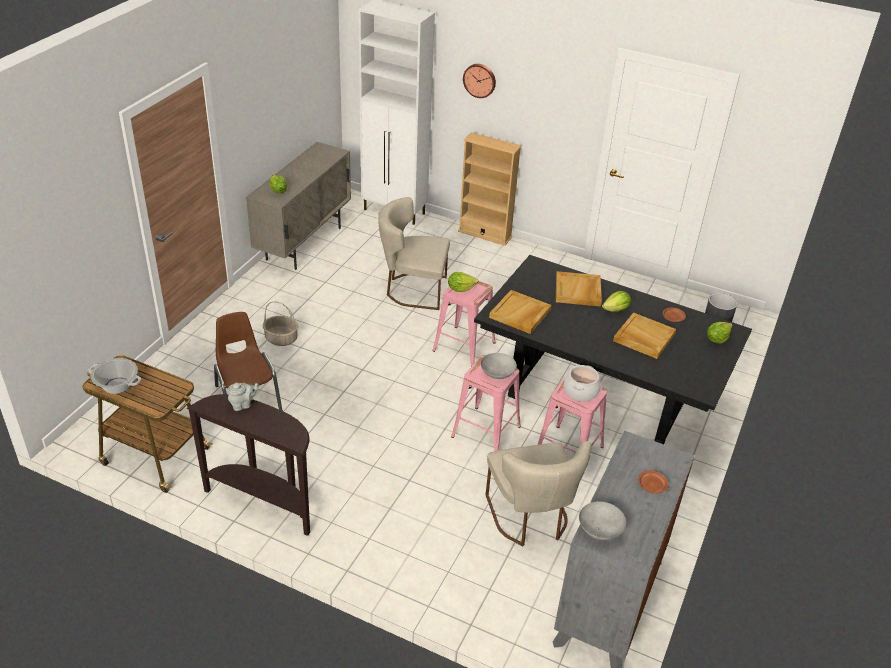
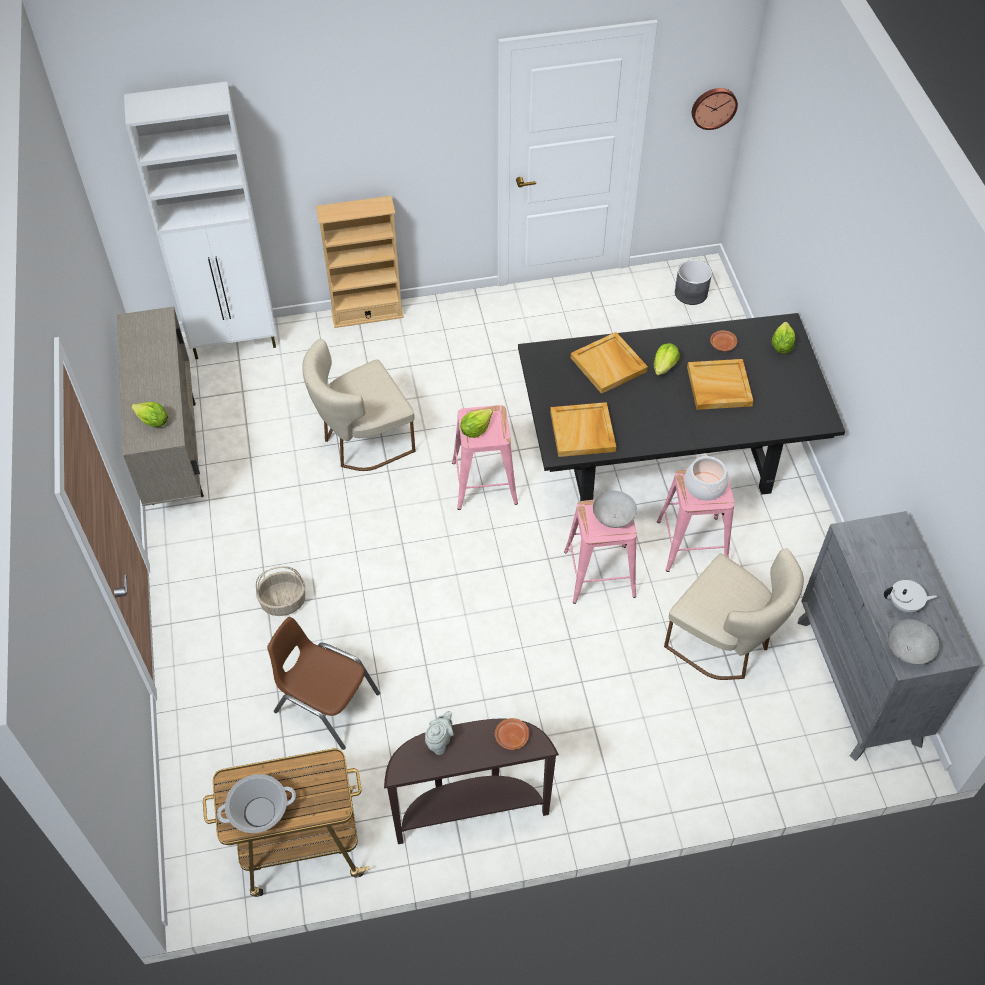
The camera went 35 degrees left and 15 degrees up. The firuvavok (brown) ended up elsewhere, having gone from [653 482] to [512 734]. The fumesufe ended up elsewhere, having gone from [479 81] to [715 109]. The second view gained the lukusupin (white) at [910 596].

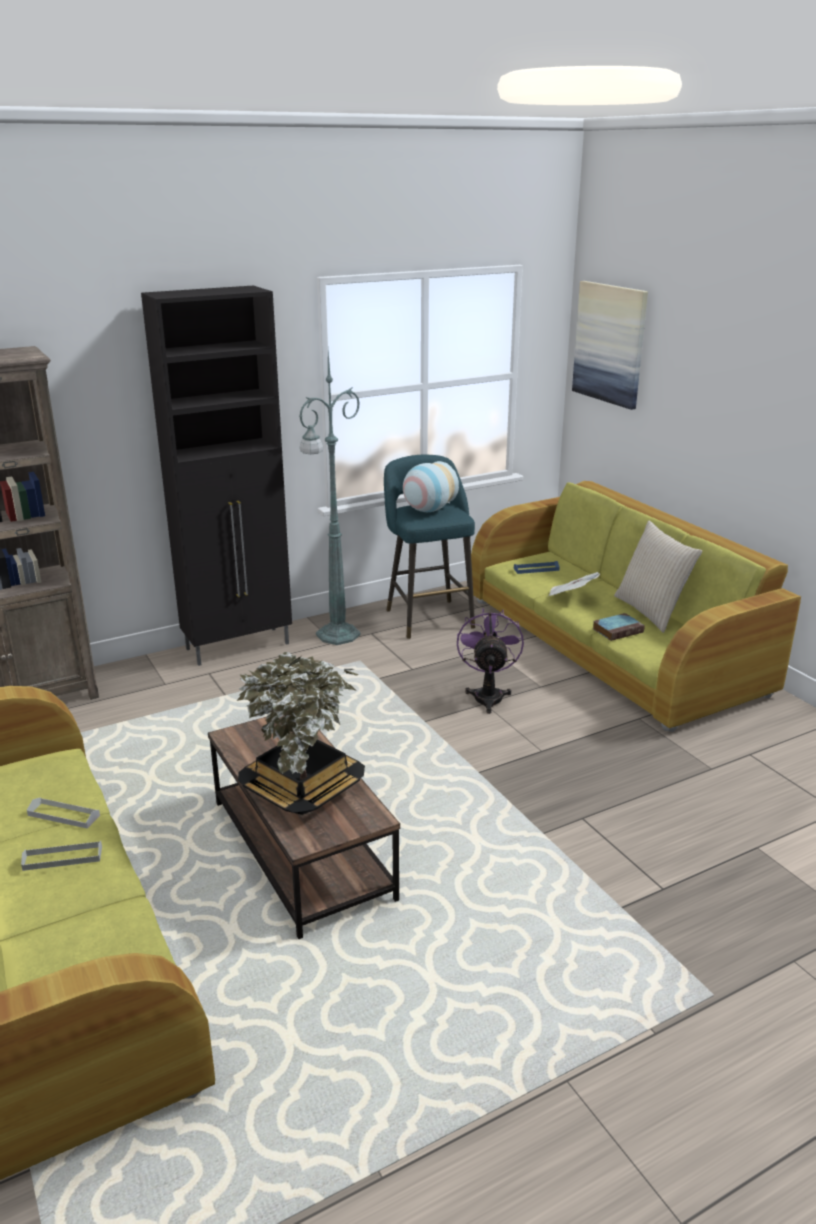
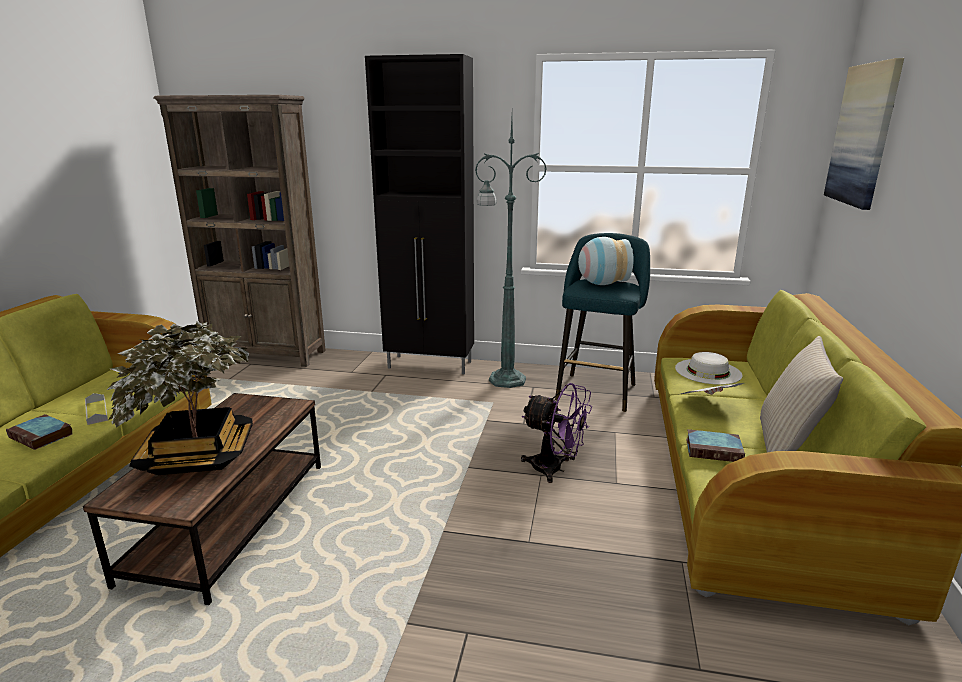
The camera went 40 degrees right and 5 degrees down. Where the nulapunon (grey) stood at [61 856], the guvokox came to stand at [39 432]. The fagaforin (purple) at [490 661] ended up facing another way, 75 degrees clockwise from before. Where the nulapunon (blue) stood at [537 567], the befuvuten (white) came to stand at [709 368].

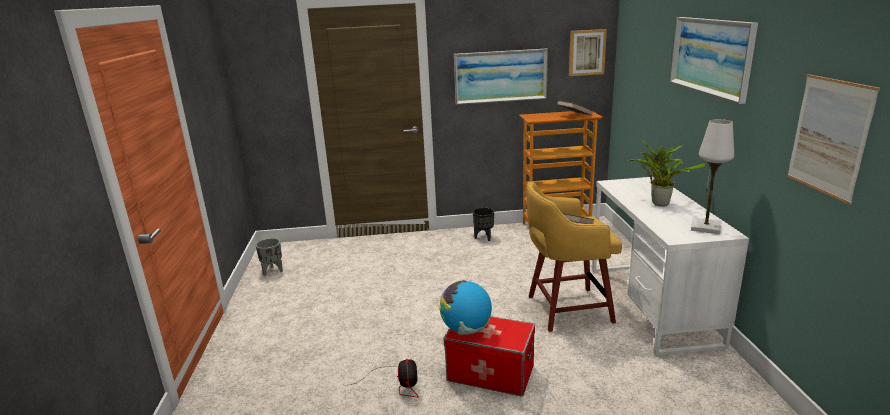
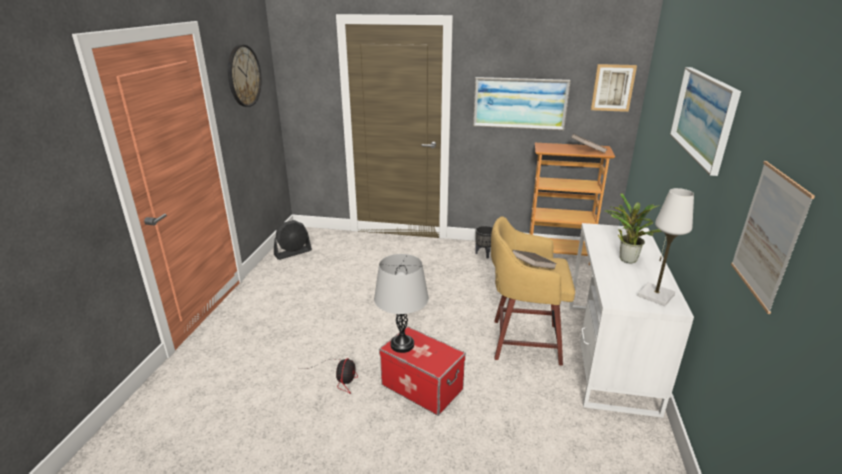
The camera went 15 degrees right and 5 degrees up. The second view gained the fumesufe at [245 75]. Where the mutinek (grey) stood at [269 257], the fagaforin (black) came to stand at [293 240]. Where the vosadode stood at [465 307], the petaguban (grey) came to stand at [401 303].

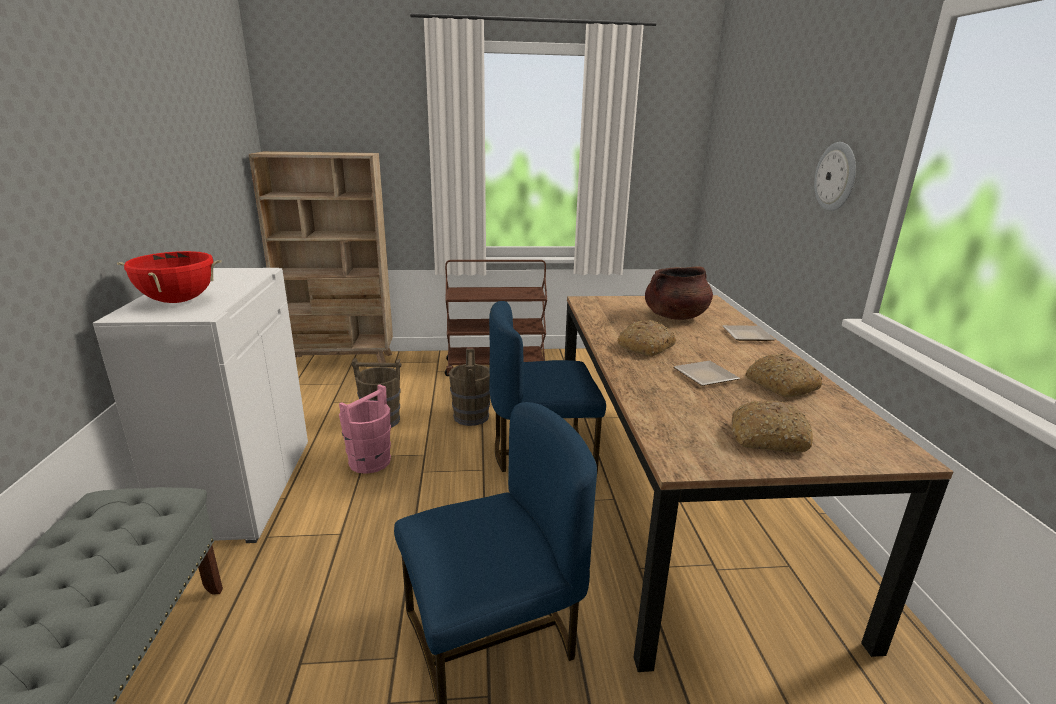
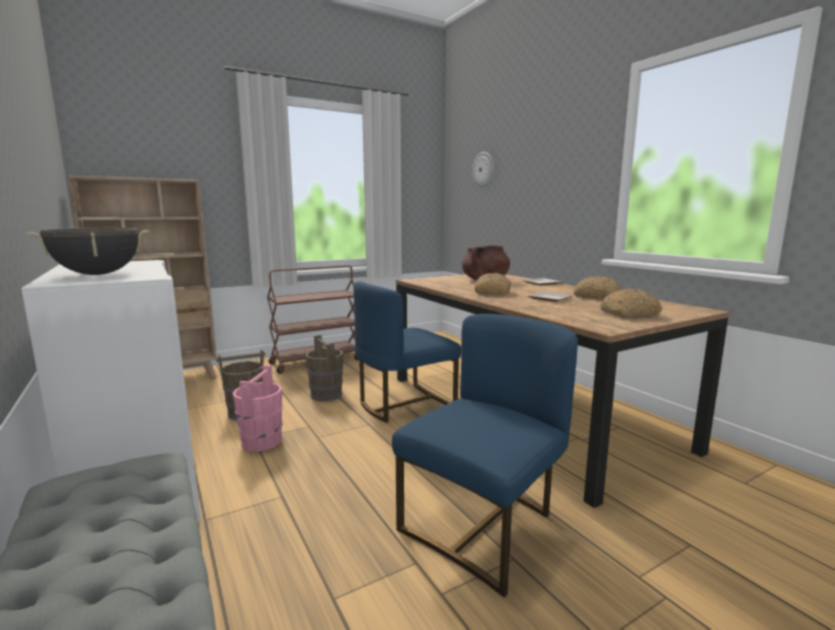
The camera went 25 degrees left and 10 degrees down. What was the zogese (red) at [169 277] turned into the zogese (black) at [87 251]. The fumesufe ended up elsewhere, having gone from [835 176] to [483 169].

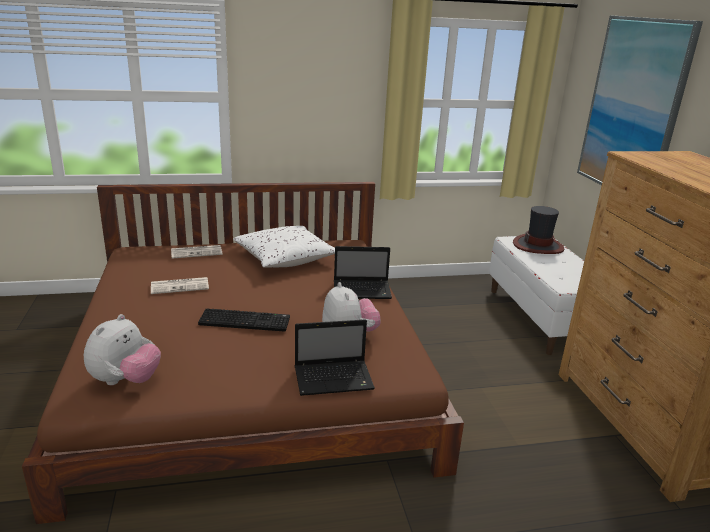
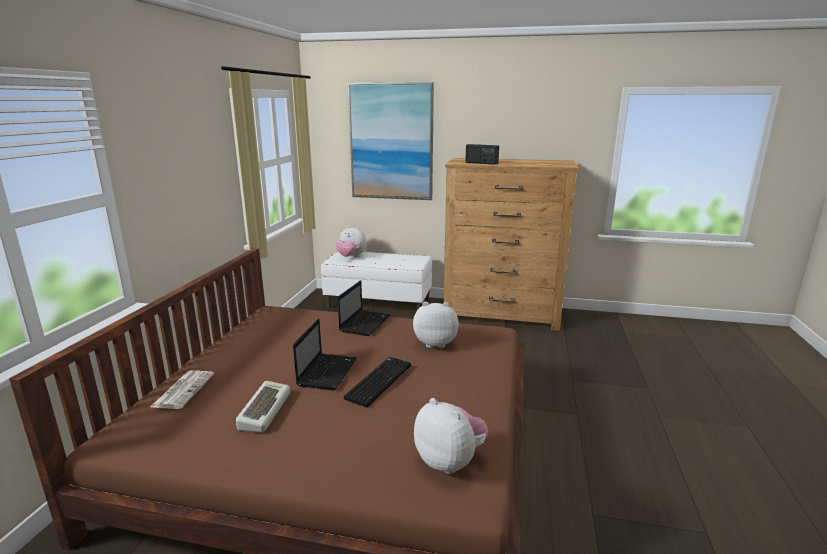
The camera went 65 degrees left and 5 degrees down. Where the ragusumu stood at [180 285], the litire came to stand at [263 406]. The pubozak ended up elsewhere, having gone from [335 357] to [325 354]. Where the befuvuten stood at [538 230], the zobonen came to stand at [351 241]. The second view gained the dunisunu at [482 154]. The second view lost the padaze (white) at [284 247].

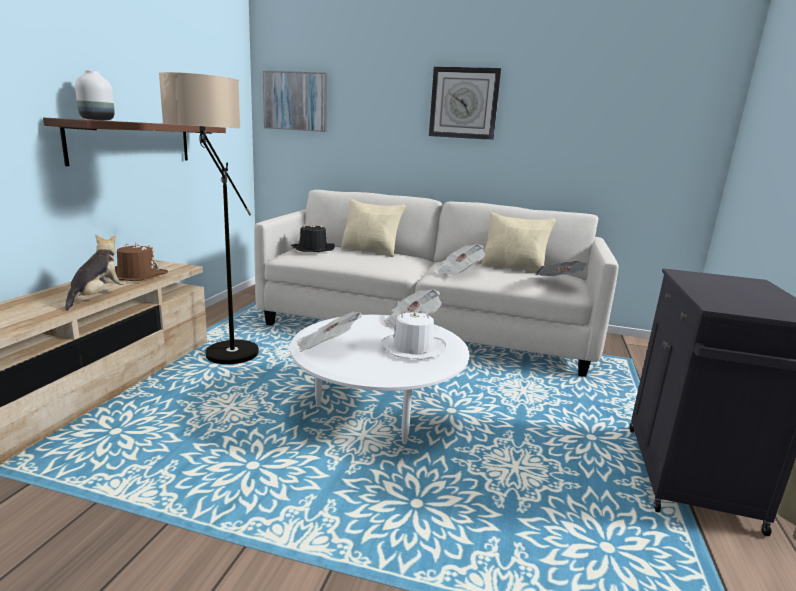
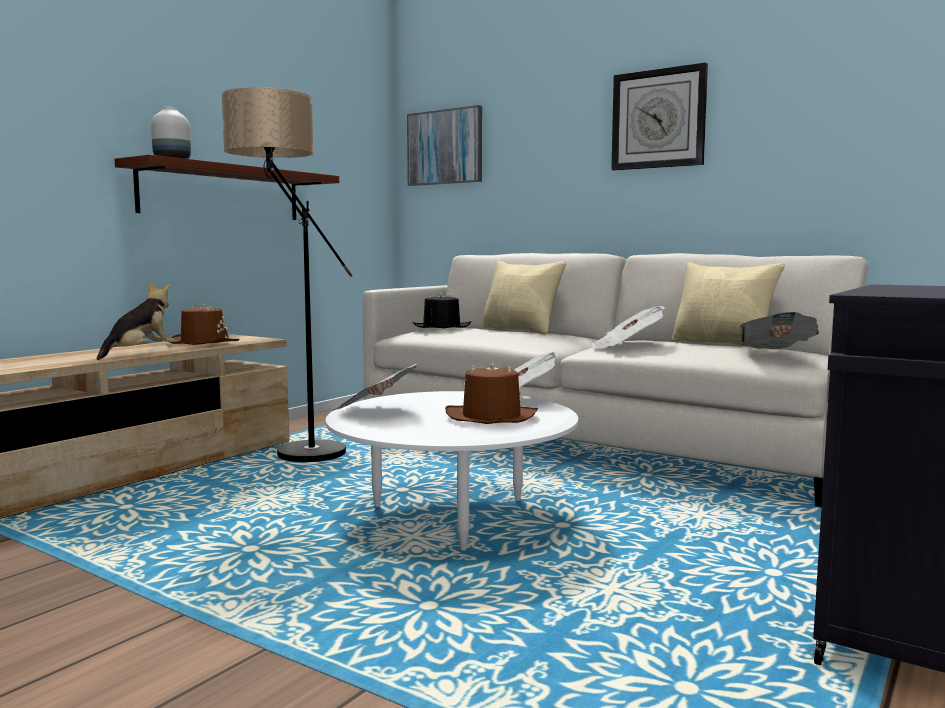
The camera went 20 degrees right and 10 degrees down. What was the befuvuten (white) at [413 335] turned into the befuvuten (brown) at [491 392].

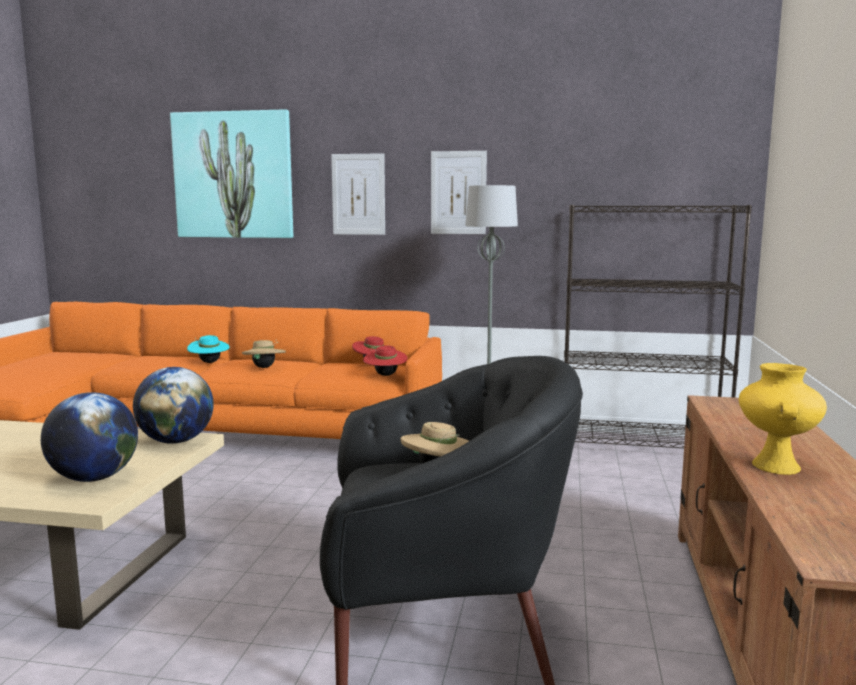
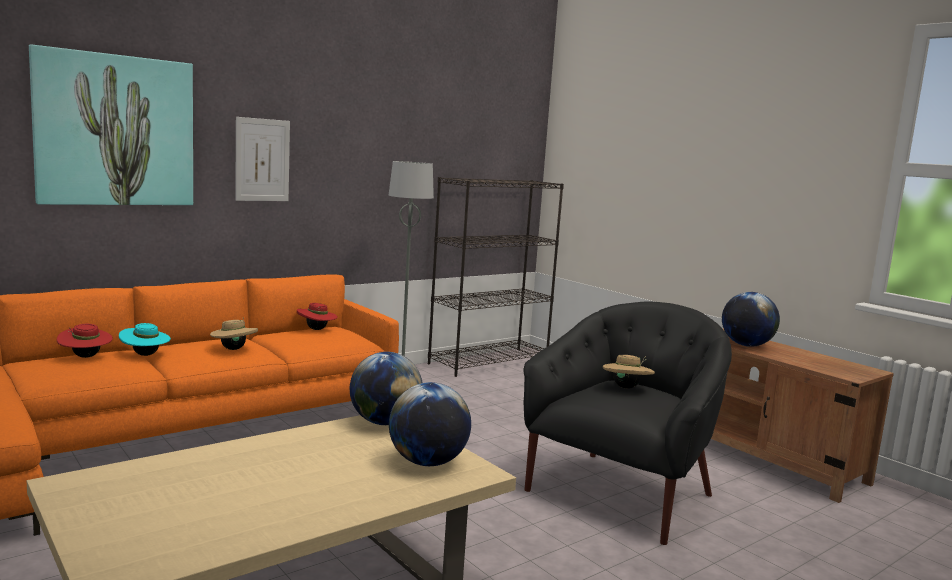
The camera went 50 degrees left and 0 degrees up. The befuvuten (red) ended up elsewhere, having gone from [385 360] to [85 340]. Where the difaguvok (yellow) stood at [783 419], the vosadode came to stand at [751 319]. The second view lost the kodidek at [459 192].

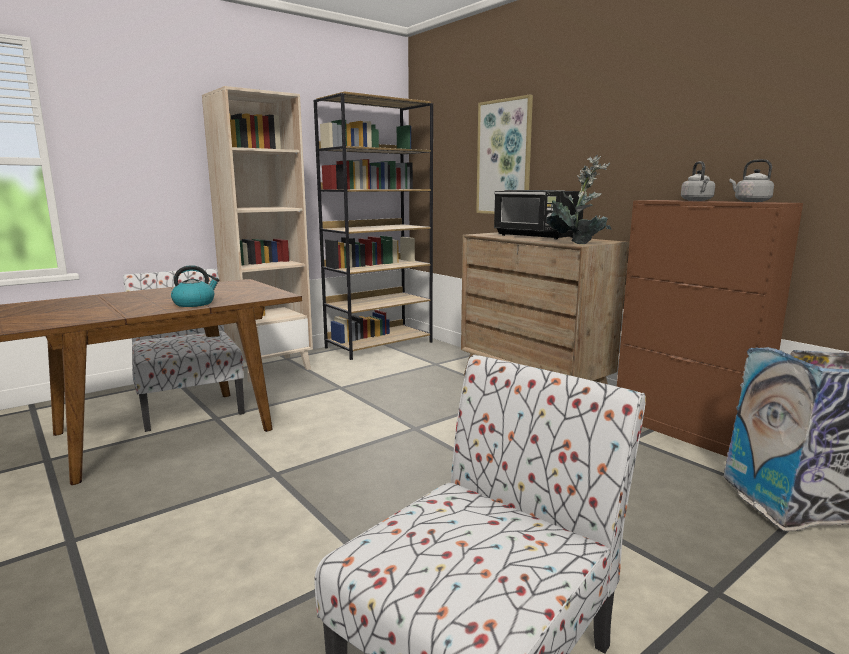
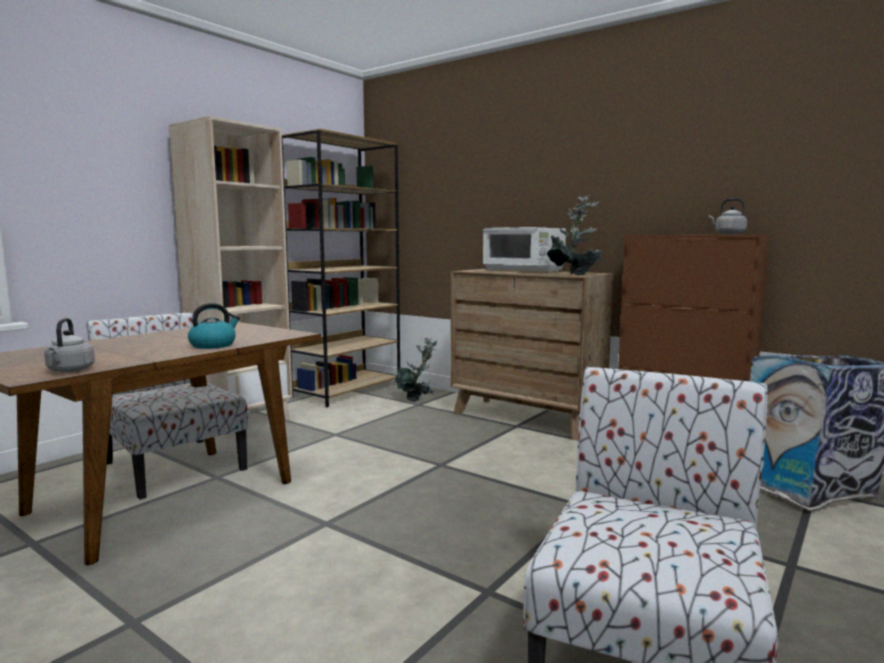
The camera went 15 degrees left and 5 degrees down. The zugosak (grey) ended up elsewhere, having gone from [698 181] to [69 345]. The second view gained the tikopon at [416 370]. What was the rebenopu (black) at [538 215] turned into the rebenopu (white) at [524 250]. The second view lost the kodidek at [504 154].

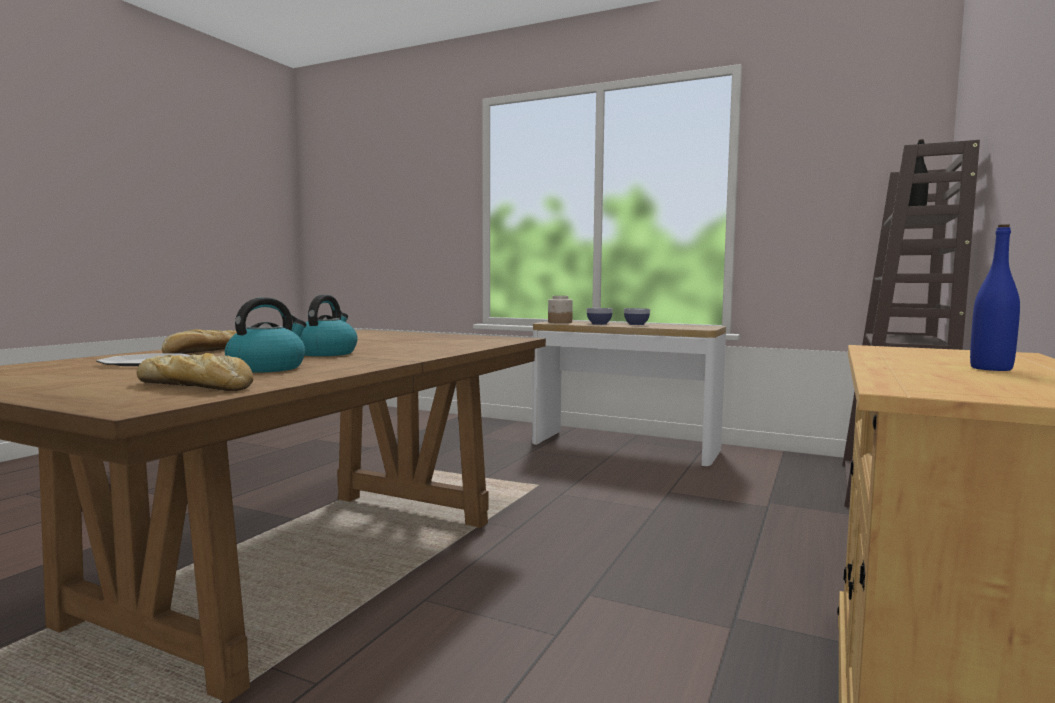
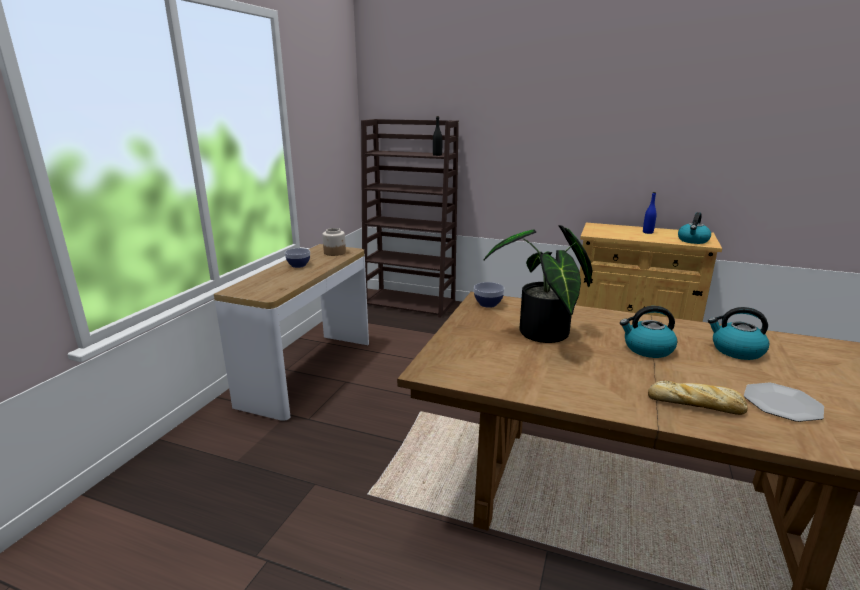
The camera went 95 degrees left and 15 degrees up. The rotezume ended up elsewhere, having gone from [560 309] to [334 242]. The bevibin ended up elsewhere, having gone from [599 316] to [489 295]. The second view gained the tikopon at [538 284]. The second view gained the zugosak at [694 228]. The second view lost the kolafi at [195 372].

